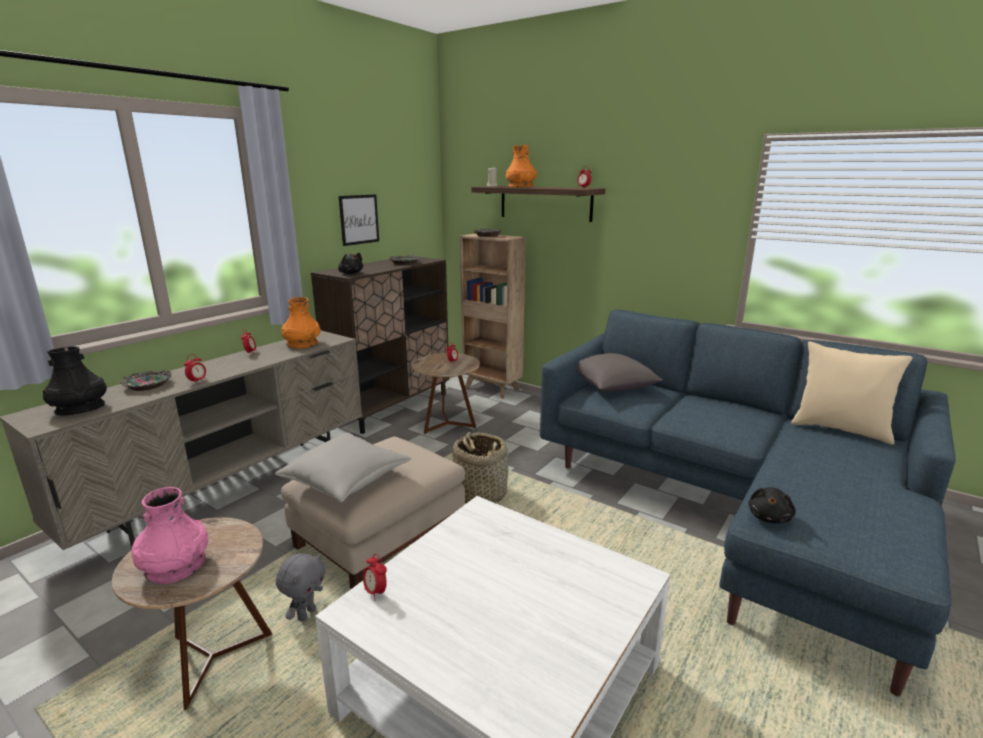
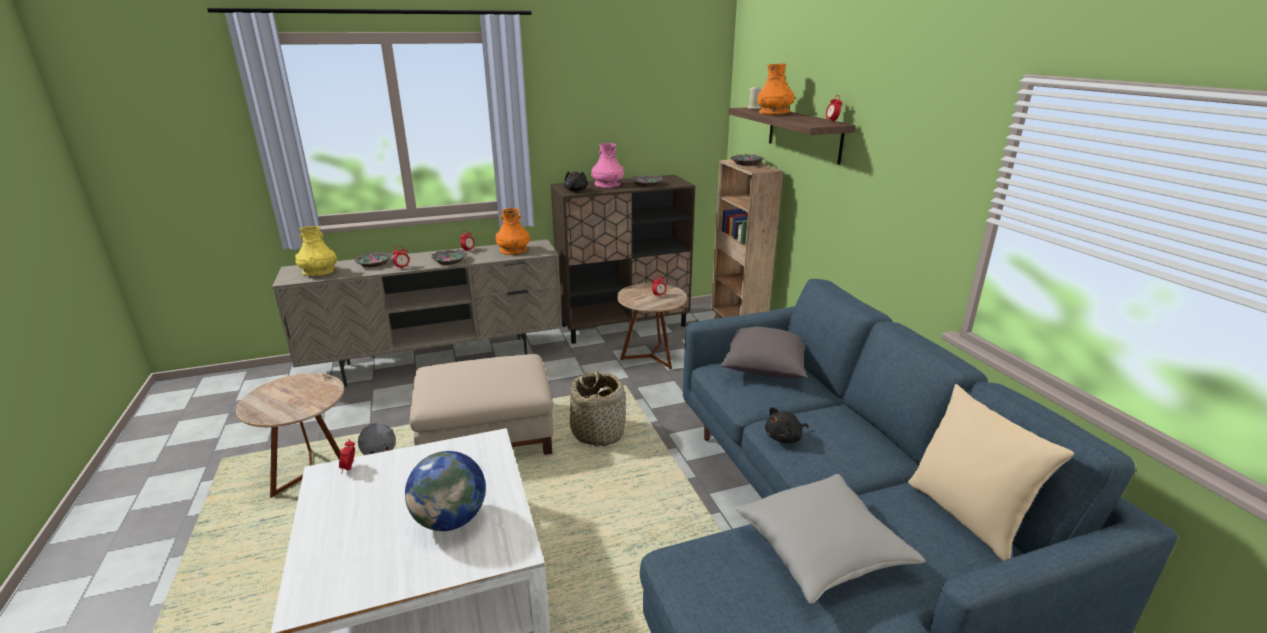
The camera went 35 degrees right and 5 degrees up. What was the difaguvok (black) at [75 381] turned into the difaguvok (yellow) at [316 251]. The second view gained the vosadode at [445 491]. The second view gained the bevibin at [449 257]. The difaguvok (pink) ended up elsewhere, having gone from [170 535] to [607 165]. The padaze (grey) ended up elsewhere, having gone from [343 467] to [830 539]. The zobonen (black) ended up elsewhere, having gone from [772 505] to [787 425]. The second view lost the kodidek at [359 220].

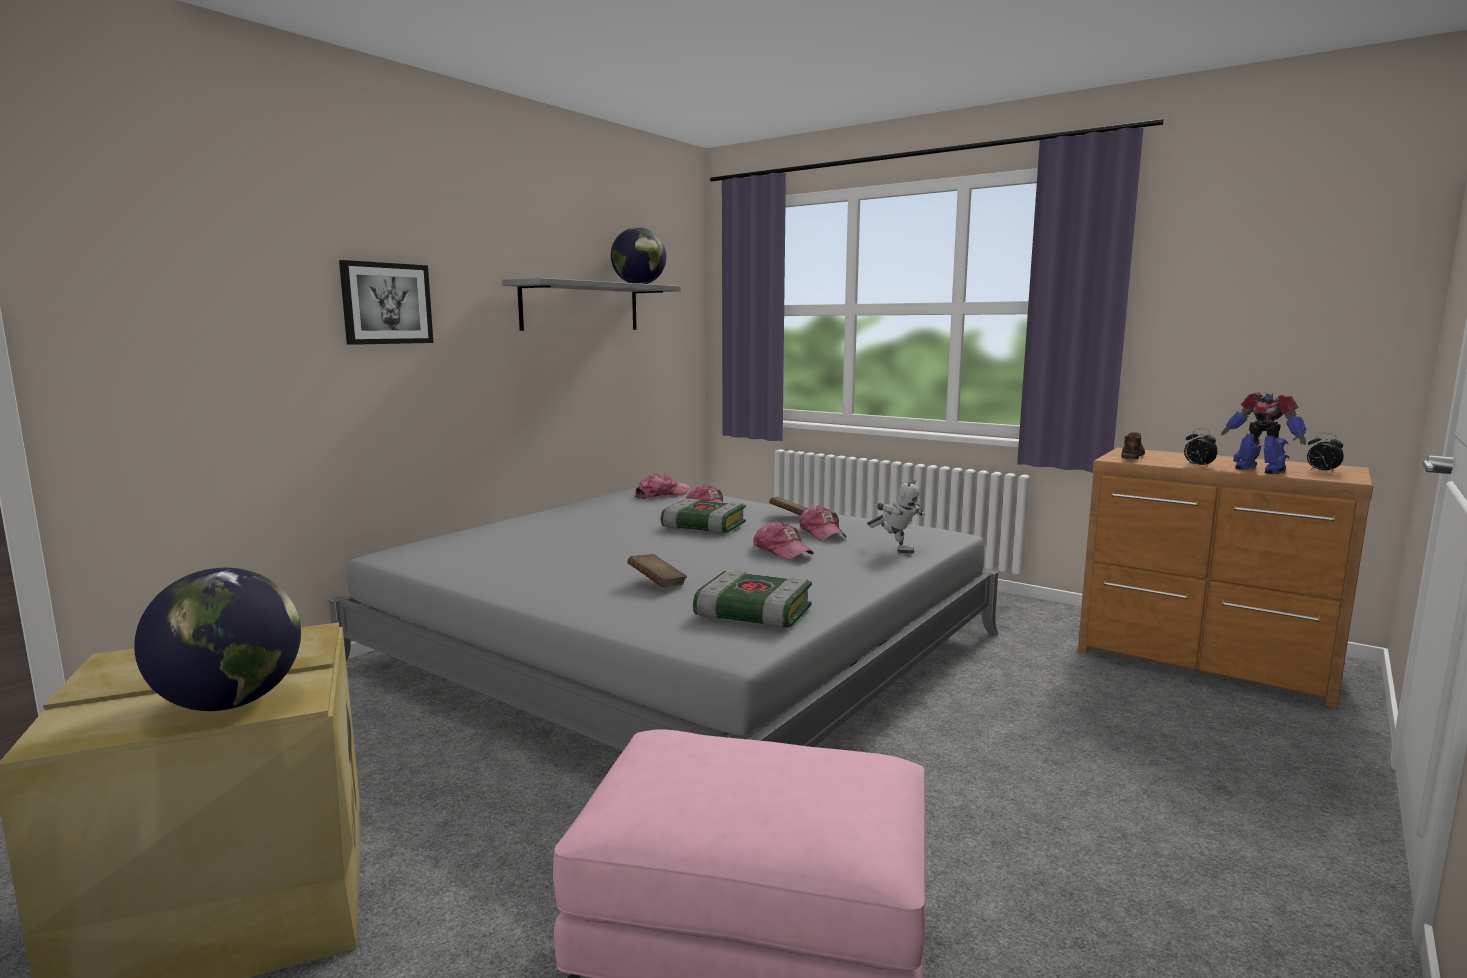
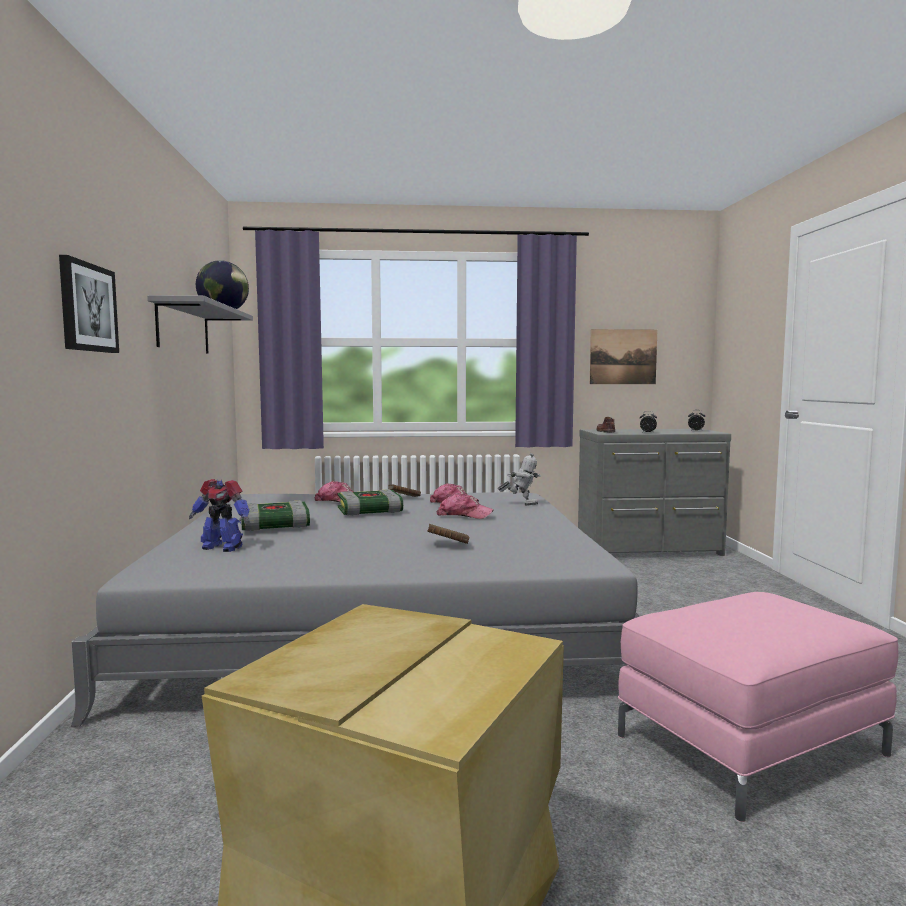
The camera went 40 degrees left and 5 degrees down. The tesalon ended up elsewhere, having gone from [1264 433] to [219 515]. The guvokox ended up elsewhere, having gone from [752 599] to [275 516]. What was the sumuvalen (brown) at [1225 578] turned into the sumuvalen (grey) at [654 492]. The second view gained the kodidek at [623 356]. The second view lost the vosadode at [217 639]. The second view lost the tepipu at [662 486].

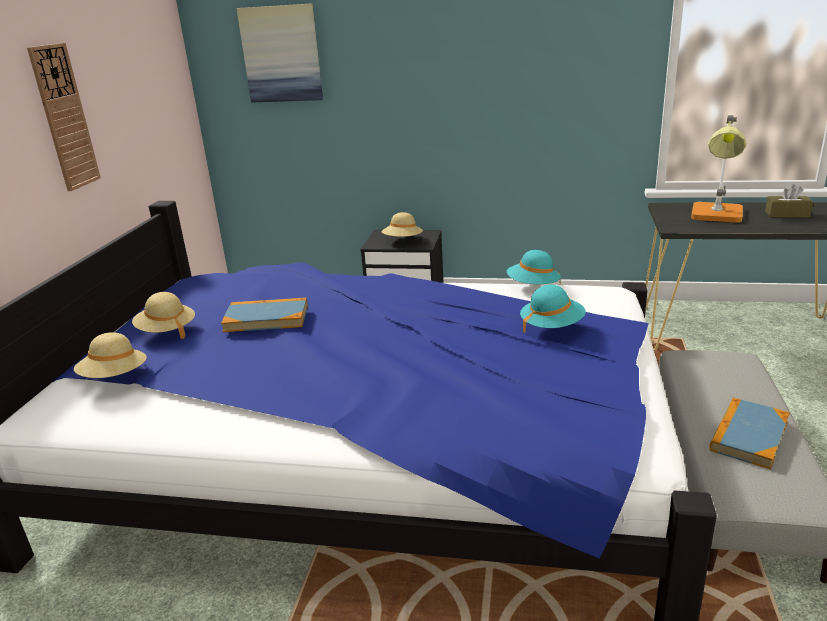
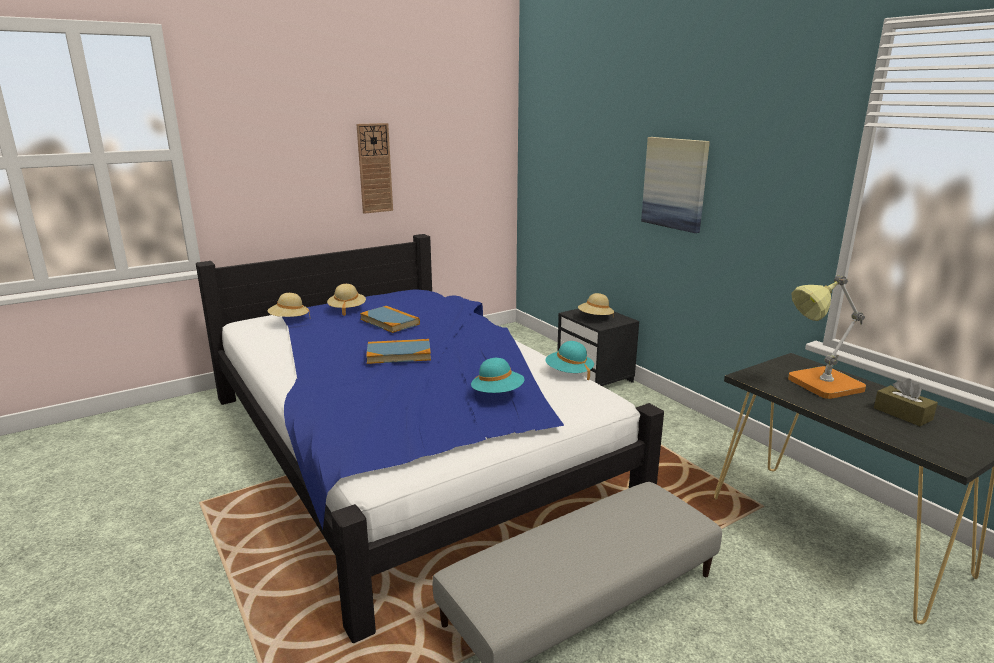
The camera went 45 degrees right and 5 degrees down. The guvokox ended up elsewhere, having gone from [749 433] to [398 351]. The kodidek ended up elsewhere, having gone from [279 53] to [675 185].

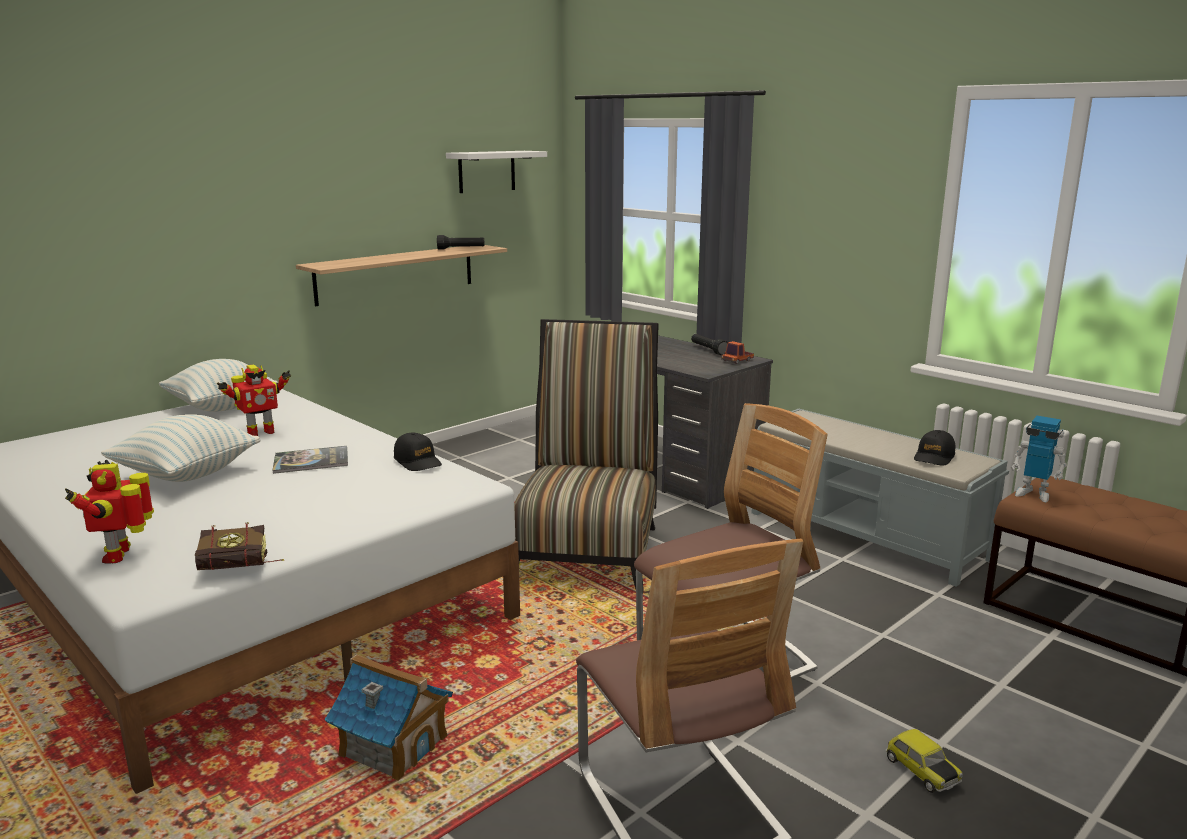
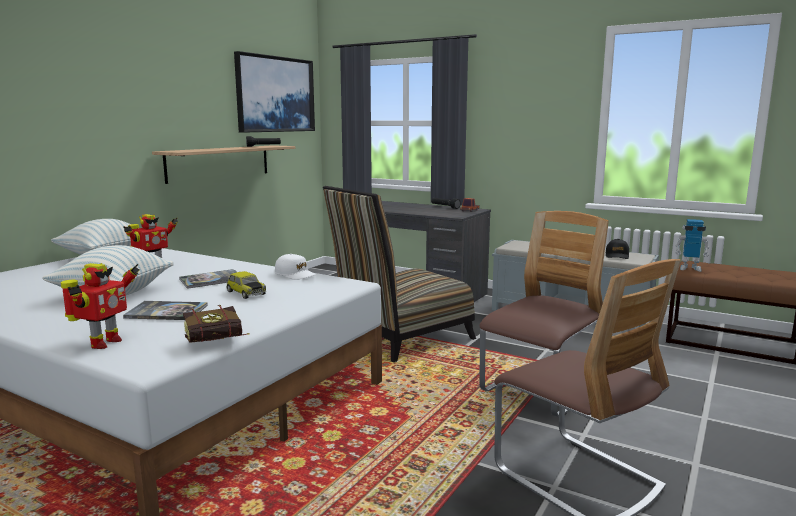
The camera went 15 degrees left and 5 degrees down. The tesalon at [109 512] ended up facing another way, 135 degrees counterclockwise from before. The second view gained the guvokox at [165 310]. The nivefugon ended up elsewhere, having gone from [924 761] to [246 285]. Where the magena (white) hung at [496 172], the kodidek came to hang at [274 92]. What was the tepipu (black) at [418 452] turned into the tepipu (white) at [295 267]. The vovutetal at [586 455] ended up facing another way, 120 degrees counterclockwise from before. The second view lost the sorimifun at [388 717].

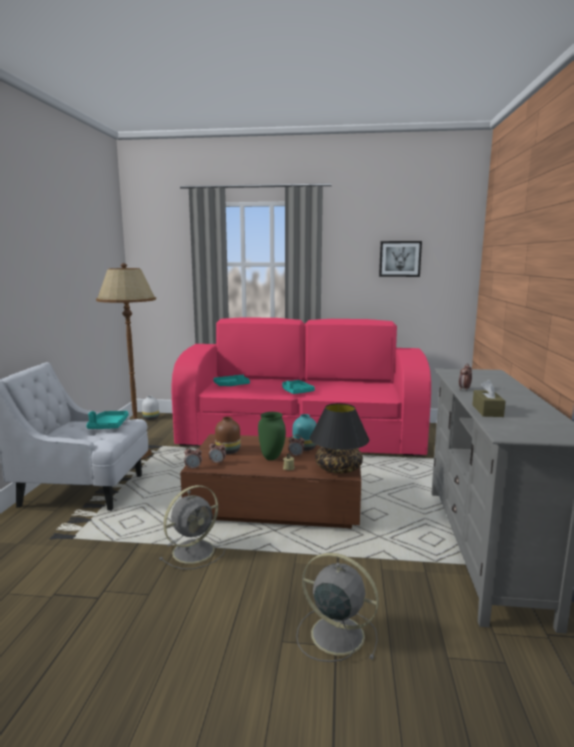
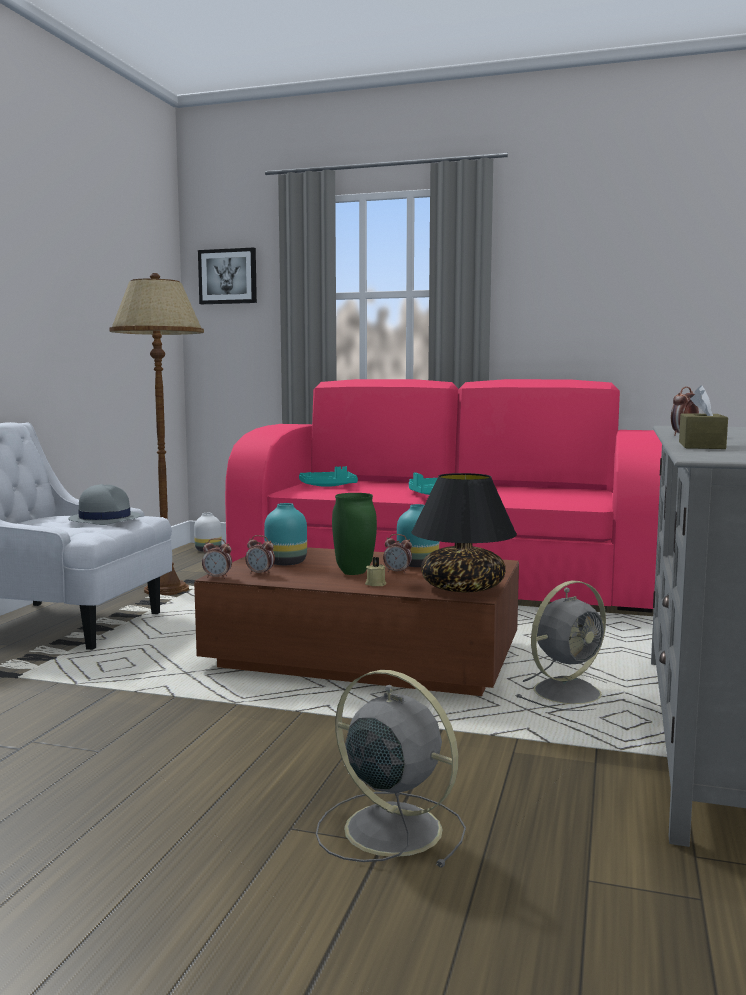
The camera went 10 degrees right and 5 degrees down. Where the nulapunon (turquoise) stood at [107 420], the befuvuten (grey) came to stand at [104 504]. The kodidek ended up elsewhere, having gone from [400 259] to [227 275]. What was the difaguvok (brown) at [227 435] turned into the difaguvok (turquoise) at [285 534]. The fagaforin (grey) ended up elsewhere, having gone from [192 527] to [560 645].

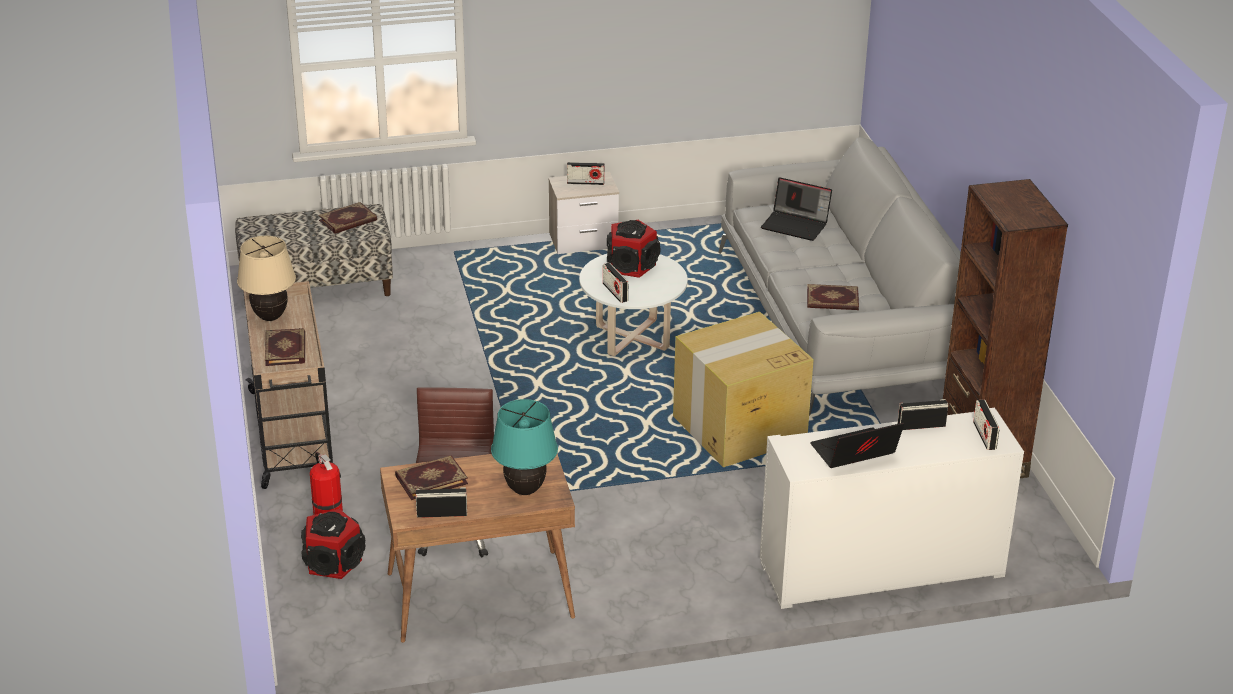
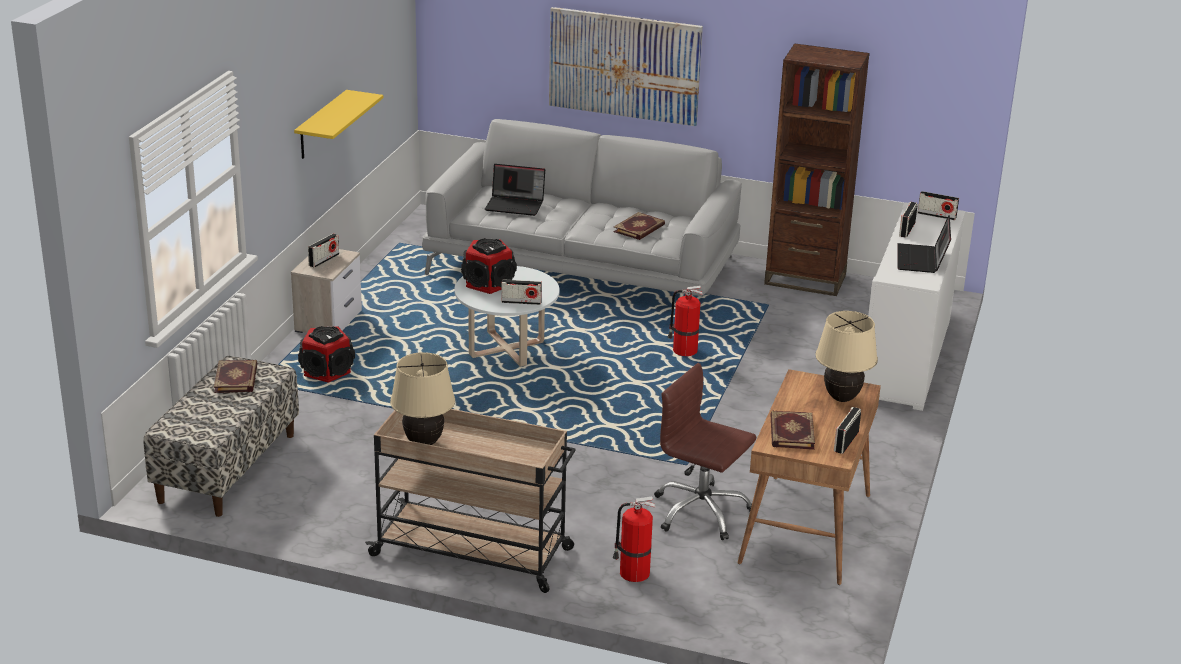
The camera went 60 degrees left and 5 degrees down. The second view gained the magena (yellow) at [338 124]. The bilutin ended up elsewhere, having gone from [333 544] to [326 354]. The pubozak at [796 209] ended up facing another way, 45 degrees clockwise from before. The second view gained the kodidek at [626 66]. Where the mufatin stood at [743 389], the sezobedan came to stand at [685 321]. What was the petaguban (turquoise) at [524 447] turned into the petaguban (beige) at [847 356]. The second view lost the guvokox at [285 347].

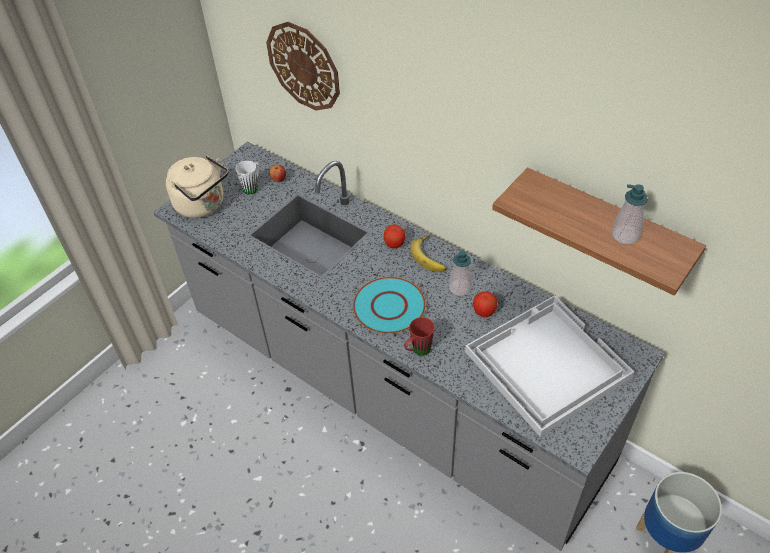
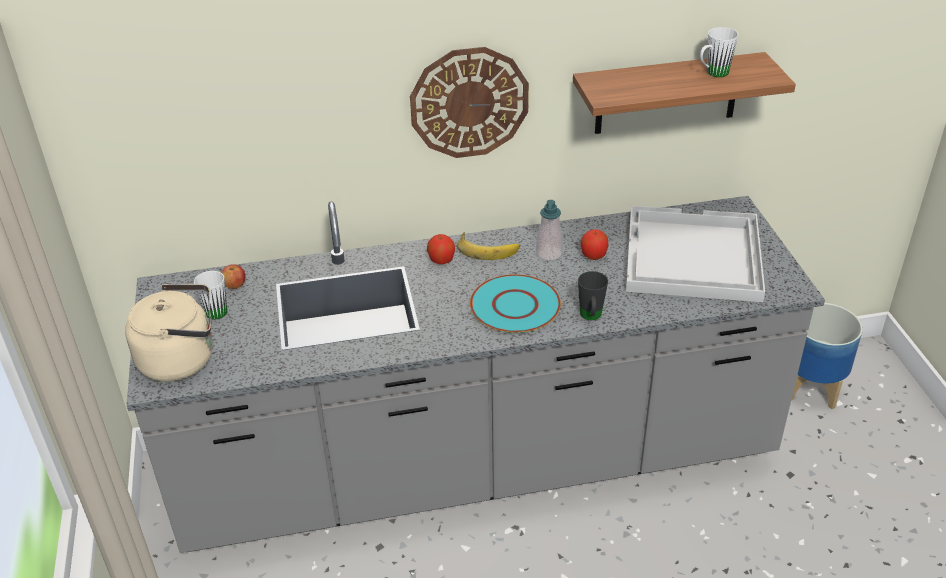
The camera went 50 degrees left and 10 degrees down. The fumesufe ended up elsewhere, having gone from [303 66] to [469 102]. What was the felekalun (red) at [419 336] turned into the felekalun (black) at [593 295]. Where the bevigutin stood at [630 214], the felekalun (white) came to stand at [719 52].

